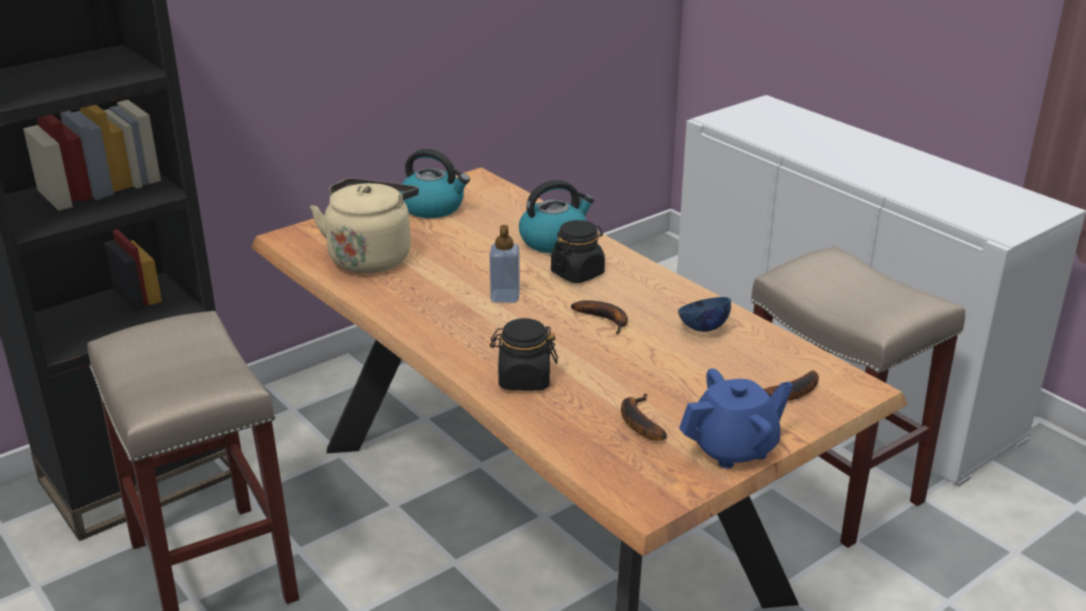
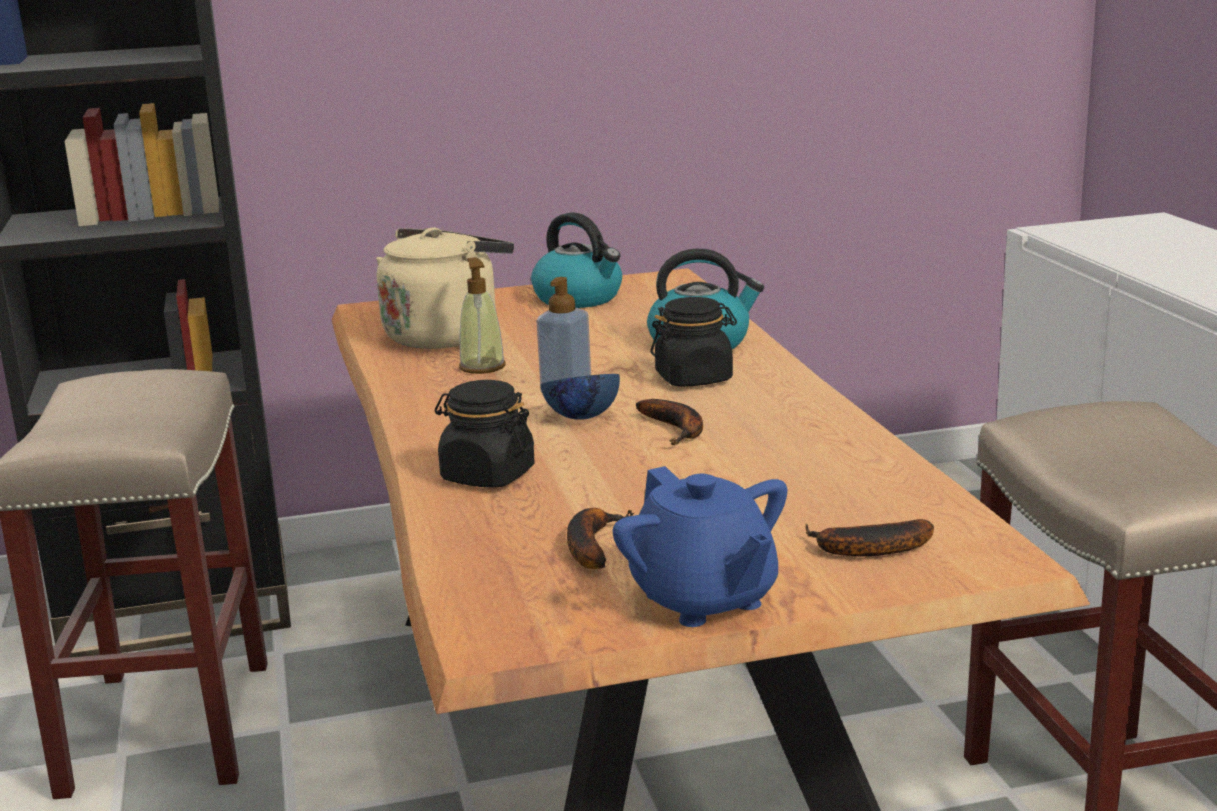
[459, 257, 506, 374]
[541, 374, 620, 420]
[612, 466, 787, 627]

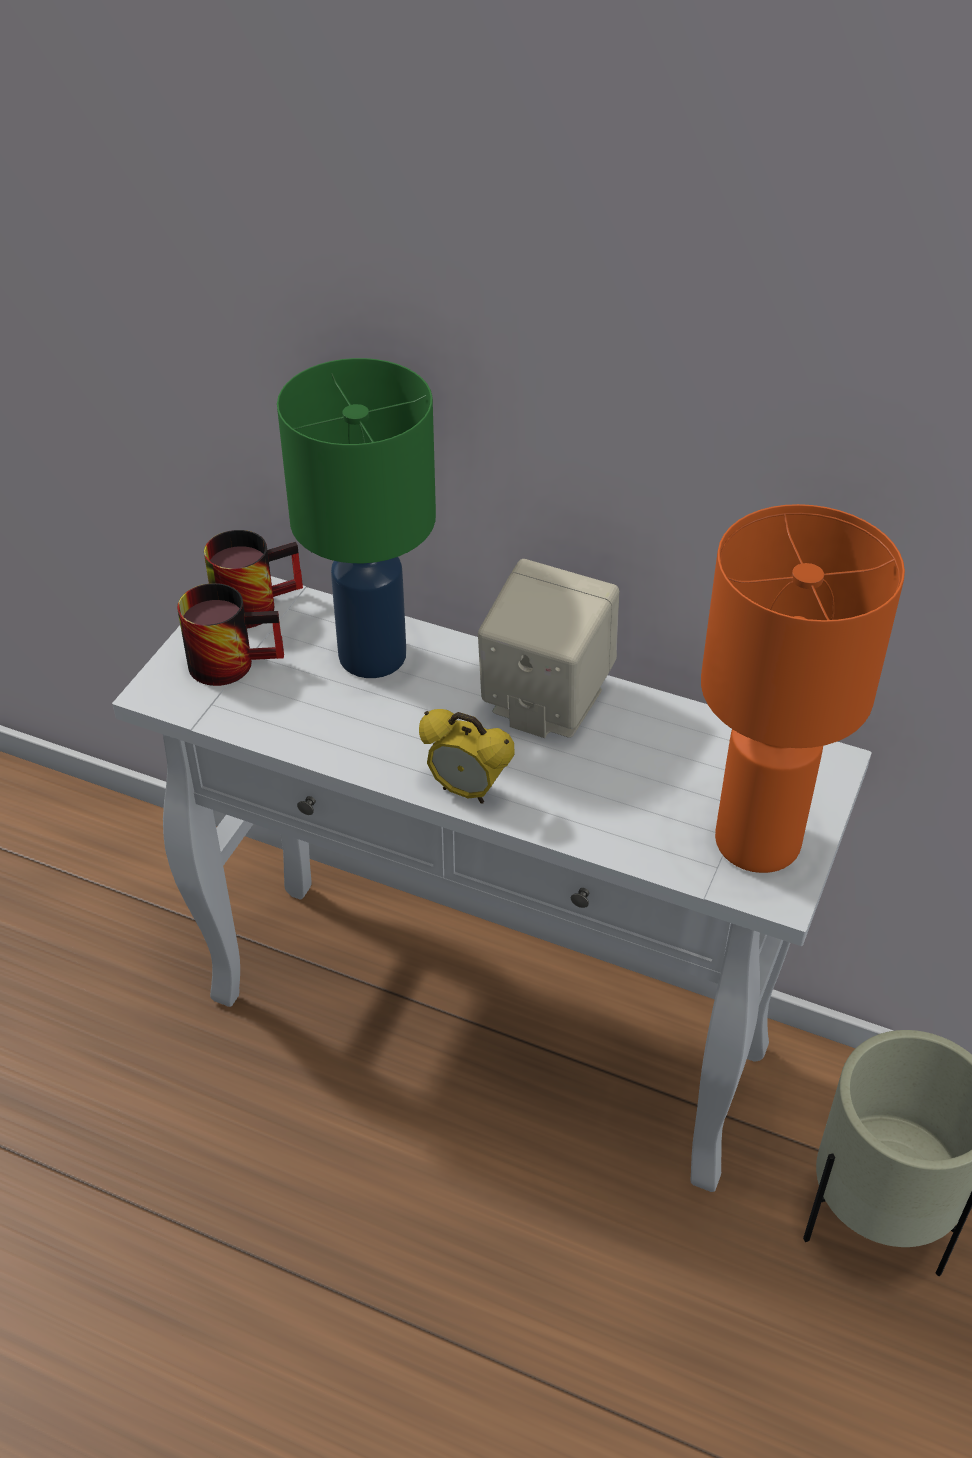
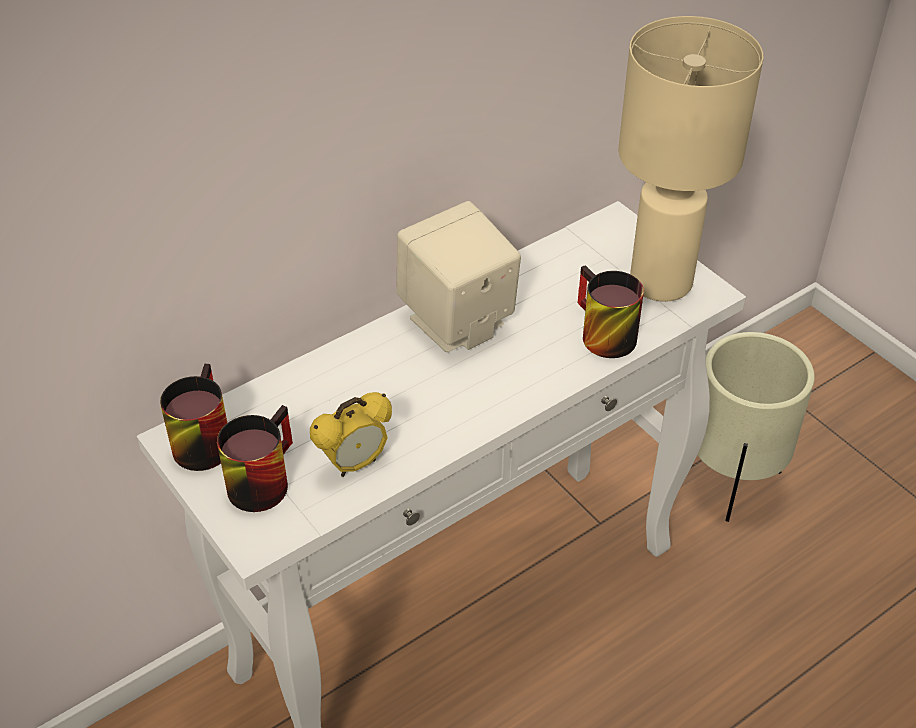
[310, 392, 392, 477]
[578, 265, 644, 358]
[618, 16, 764, 302]
[277, 358, 436, 678] (first image)

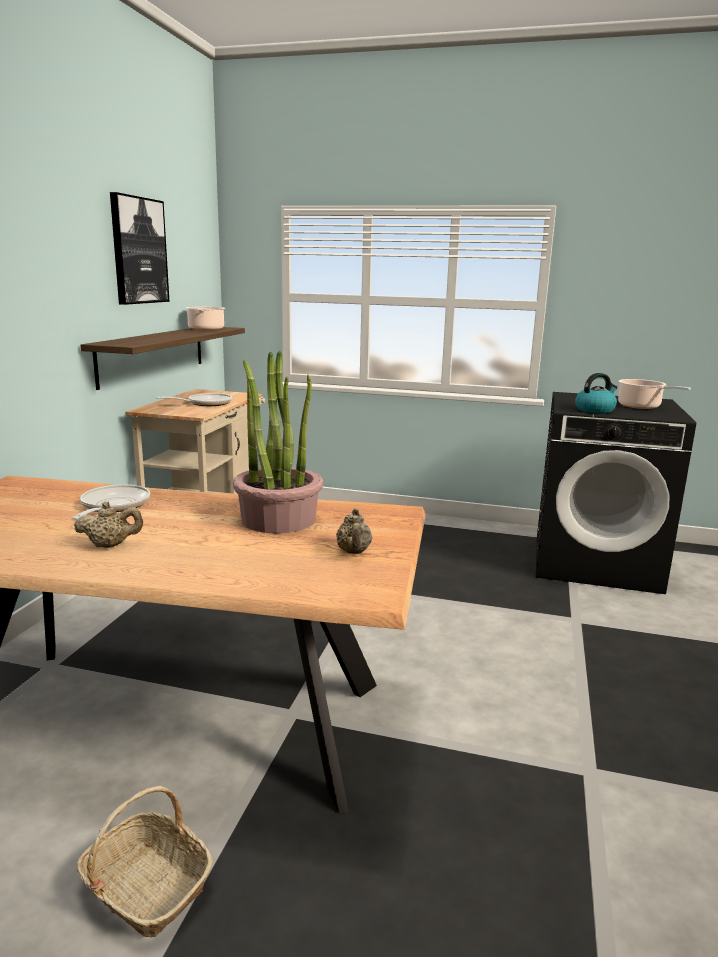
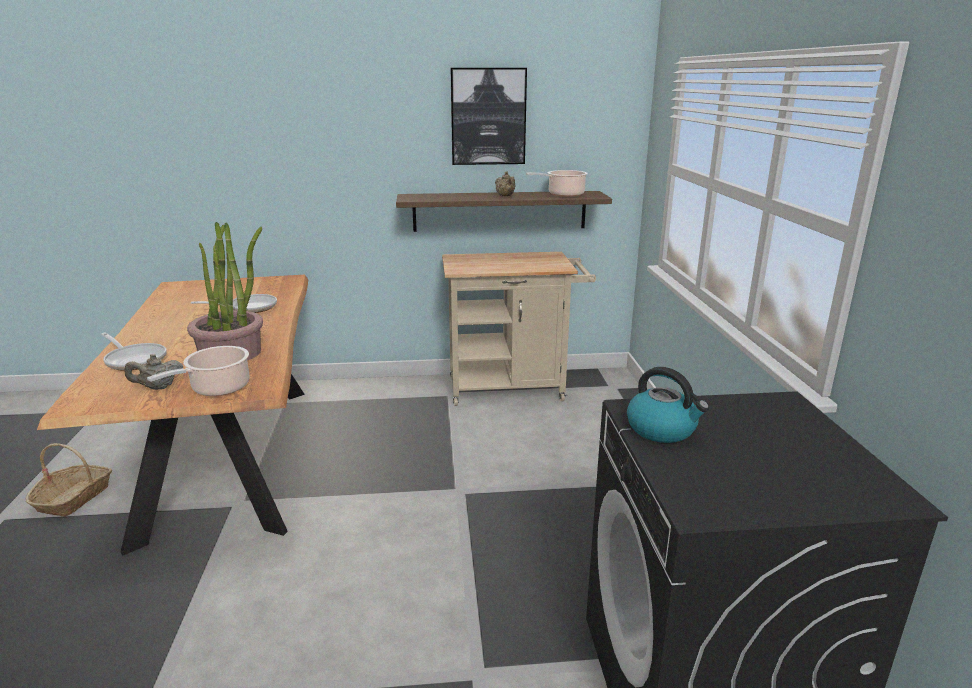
[101, 333, 167, 371]
[147, 346, 250, 396]
[495, 171, 515, 196]

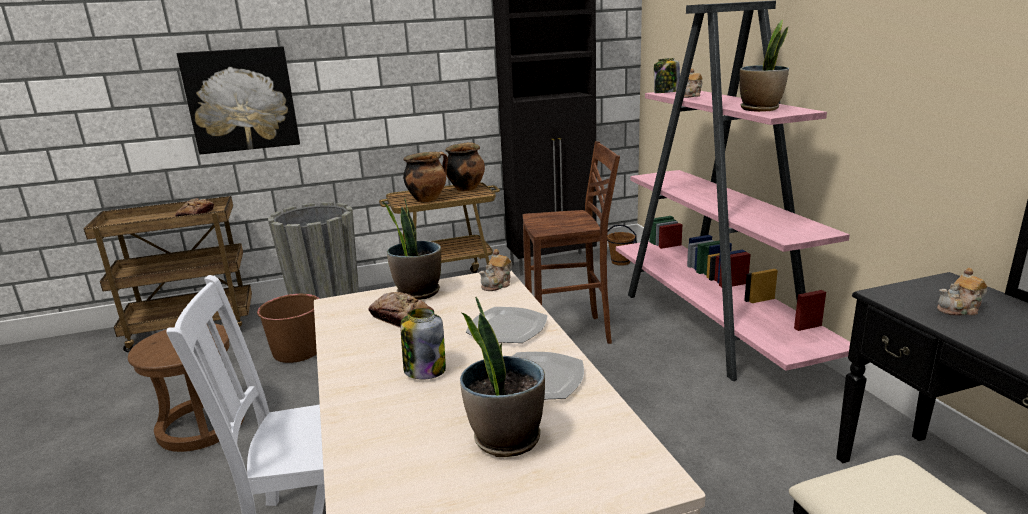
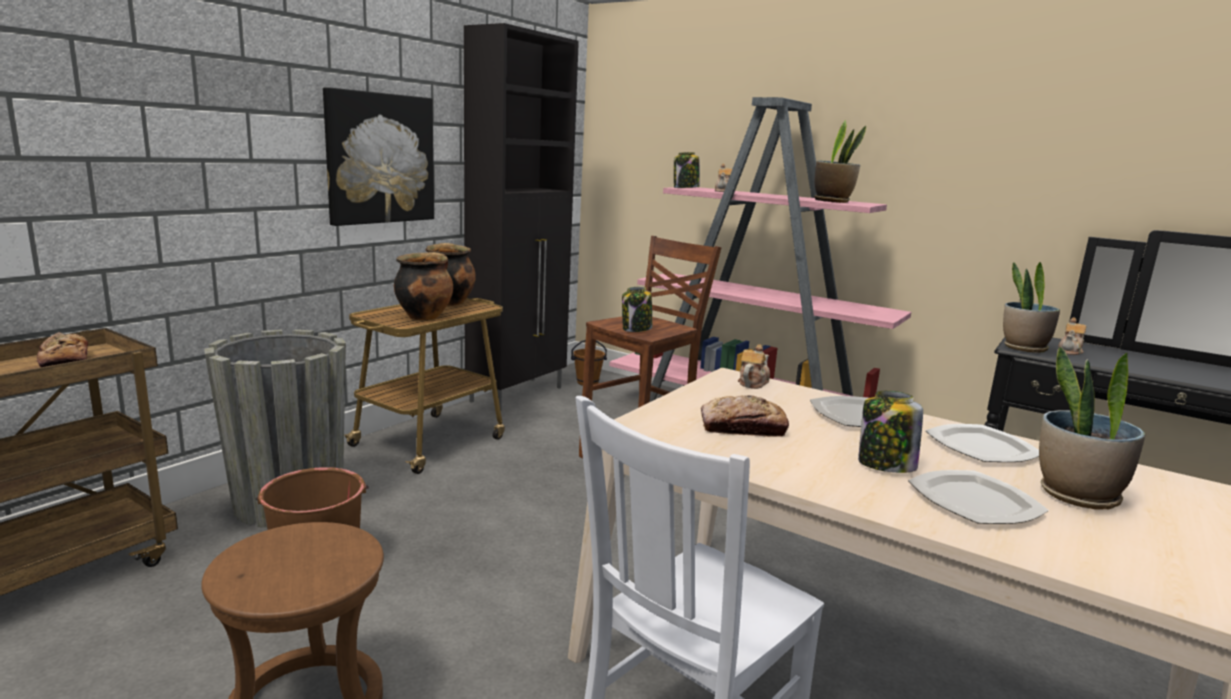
[323, 87, 434, 226]
[622, 287, 652, 332]
[738, 344, 770, 389]
[908, 470, 1049, 524]
[1003, 262, 1060, 353]

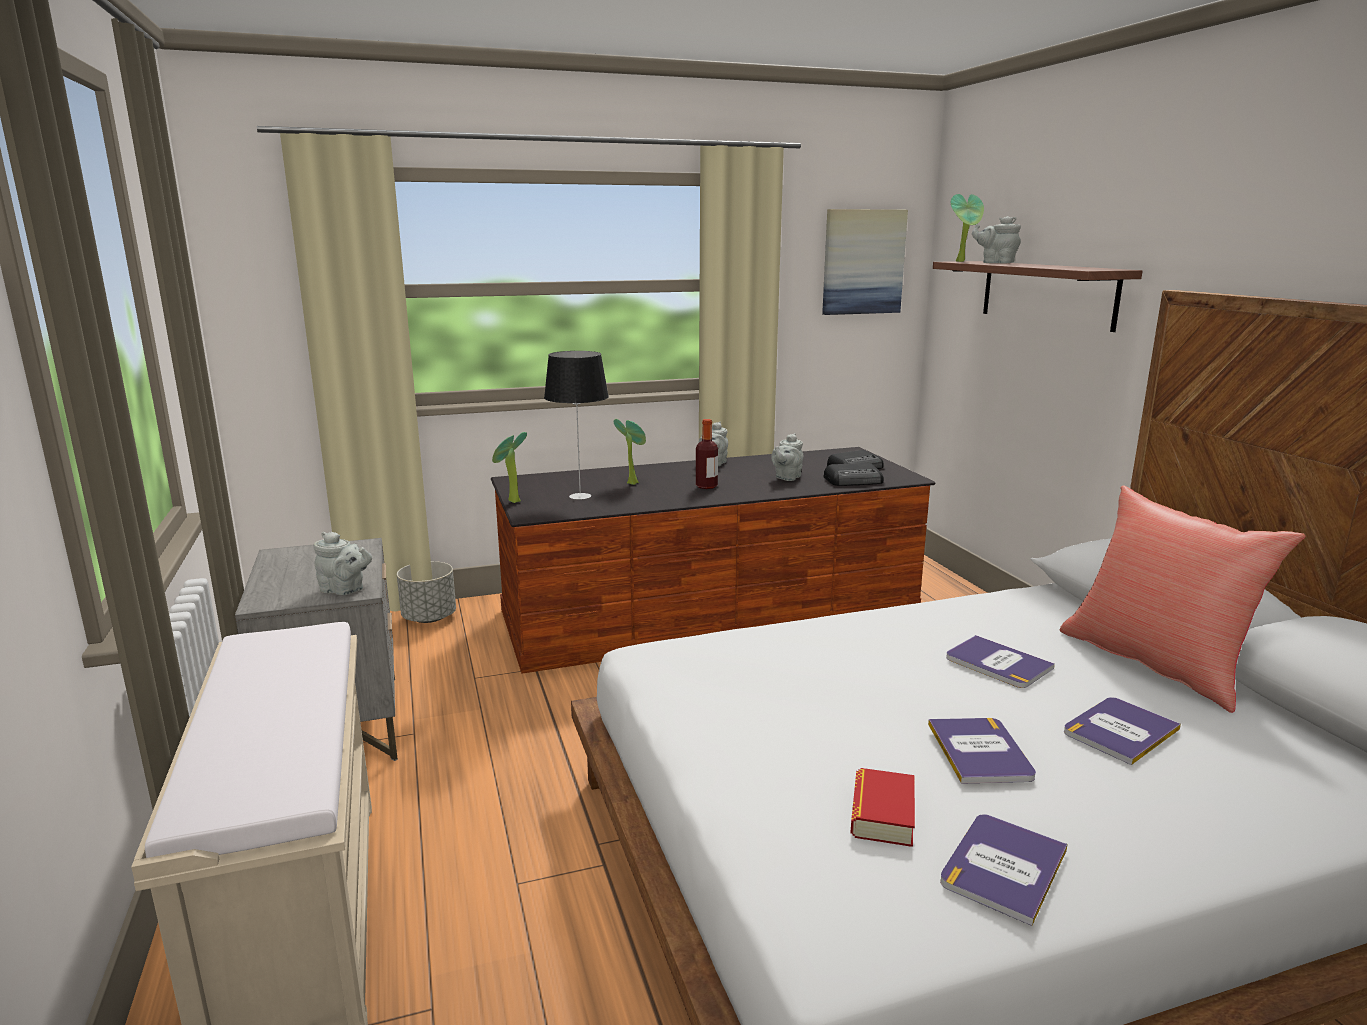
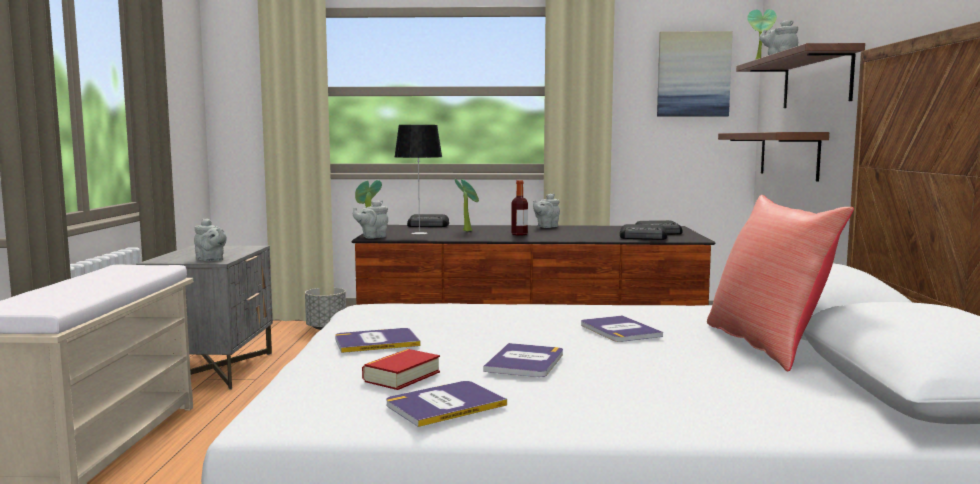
[335, 328, 421, 353]
[353, 200, 388, 239]
[407, 214, 449, 227]
[718, 132, 829, 181]

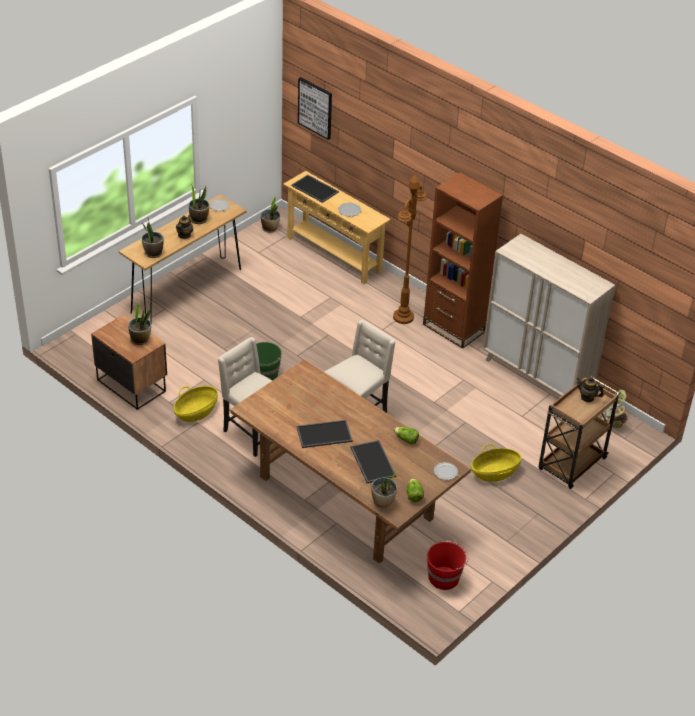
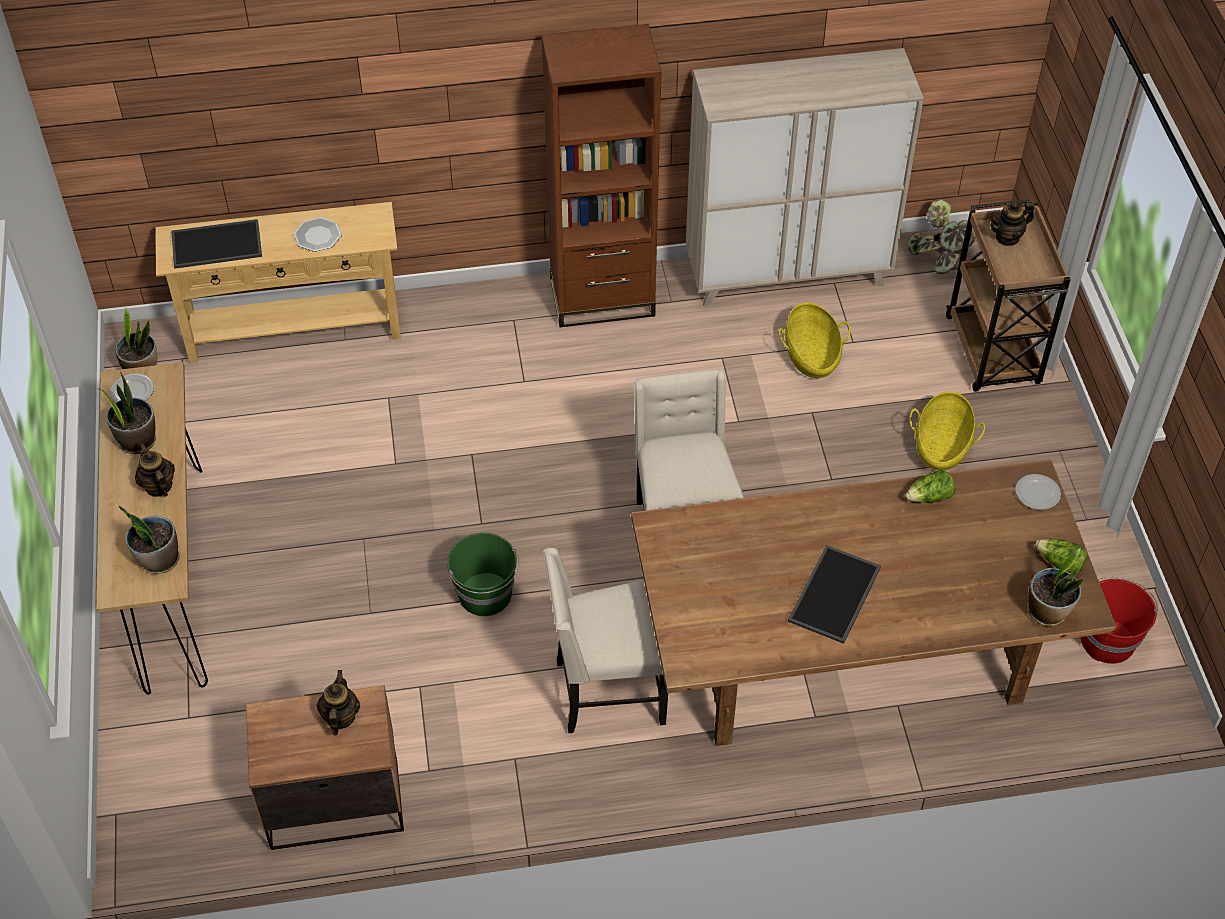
[317, 670, 360, 735]
[779, 302, 851, 378]
[298, 77, 332, 140] (first image)
[350, 440, 396, 483] (first image)
[393, 175, 427, 324] (first image)

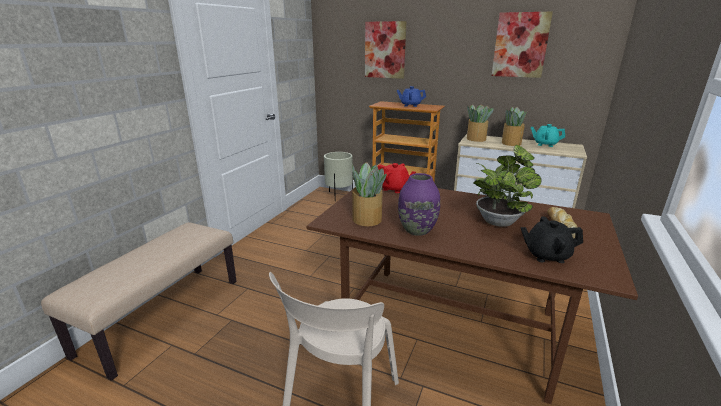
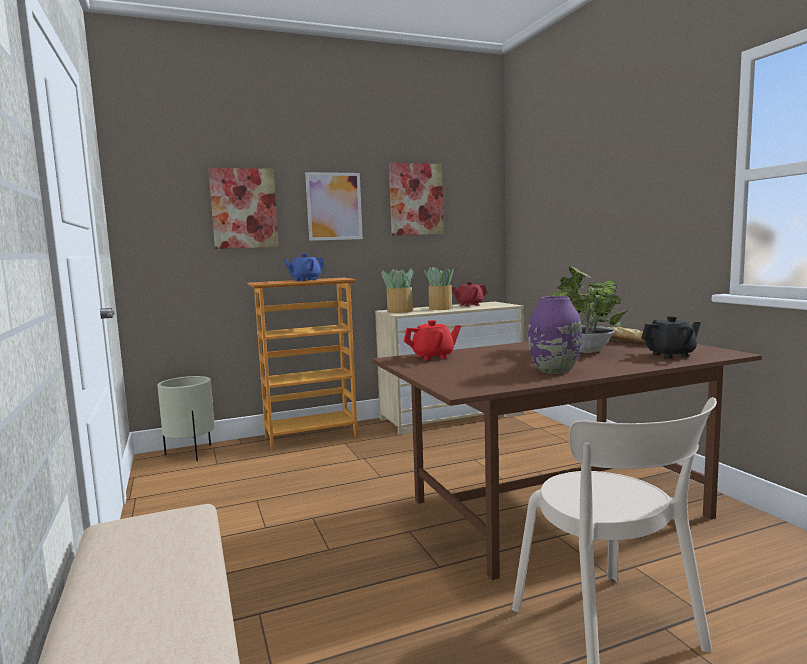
[305, 172, 363, 241]
[452, 282, 487, 306]
[641, 316, 701, 359]
[352, 162, 387, 226] (first image)

